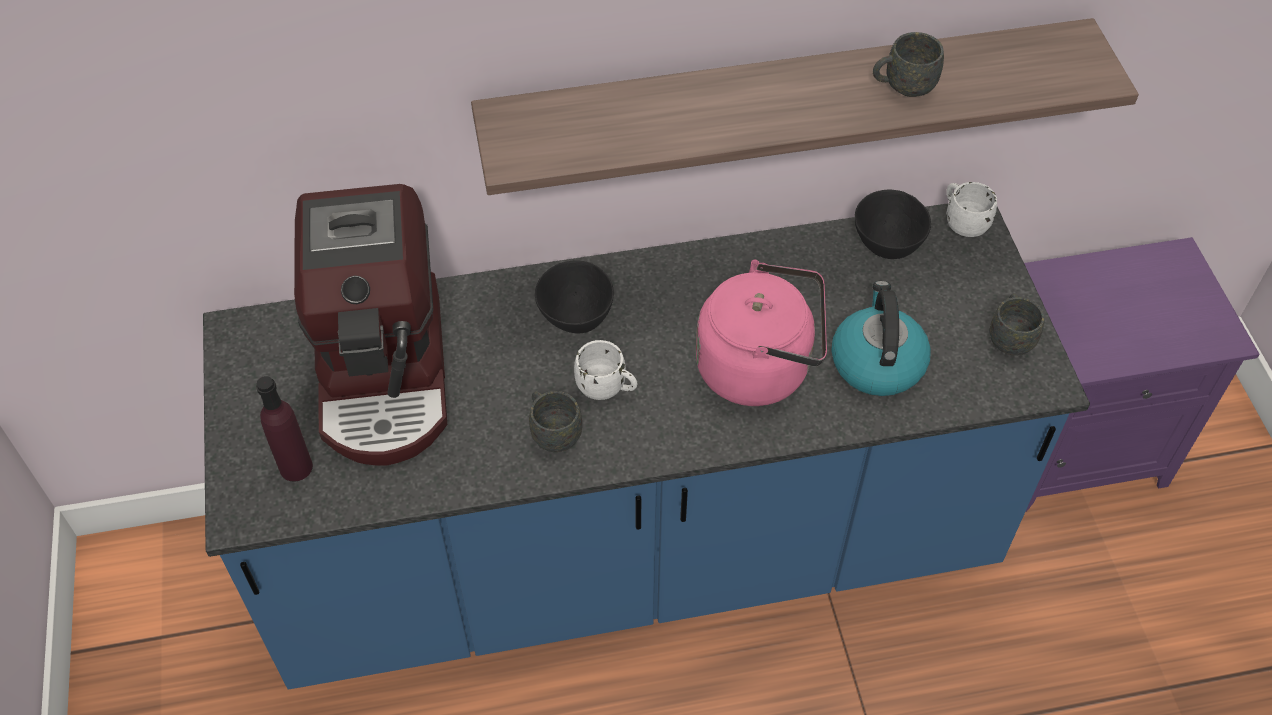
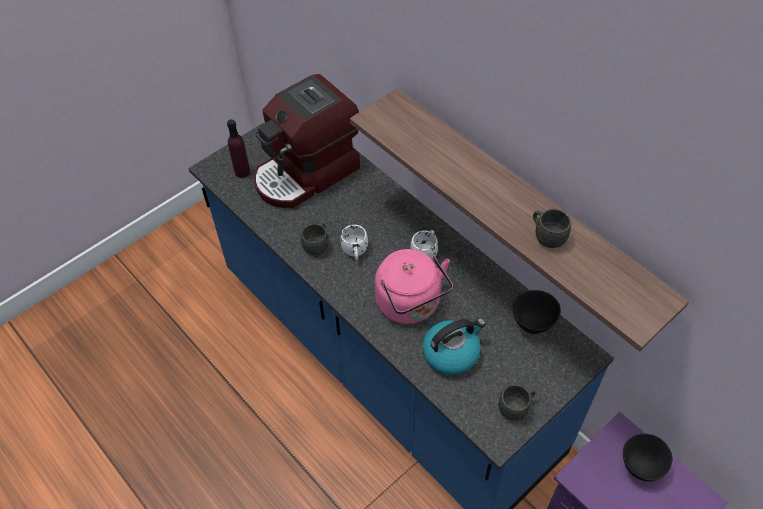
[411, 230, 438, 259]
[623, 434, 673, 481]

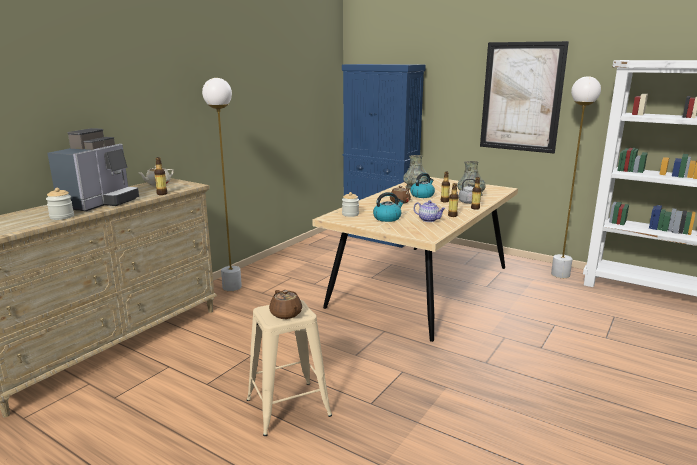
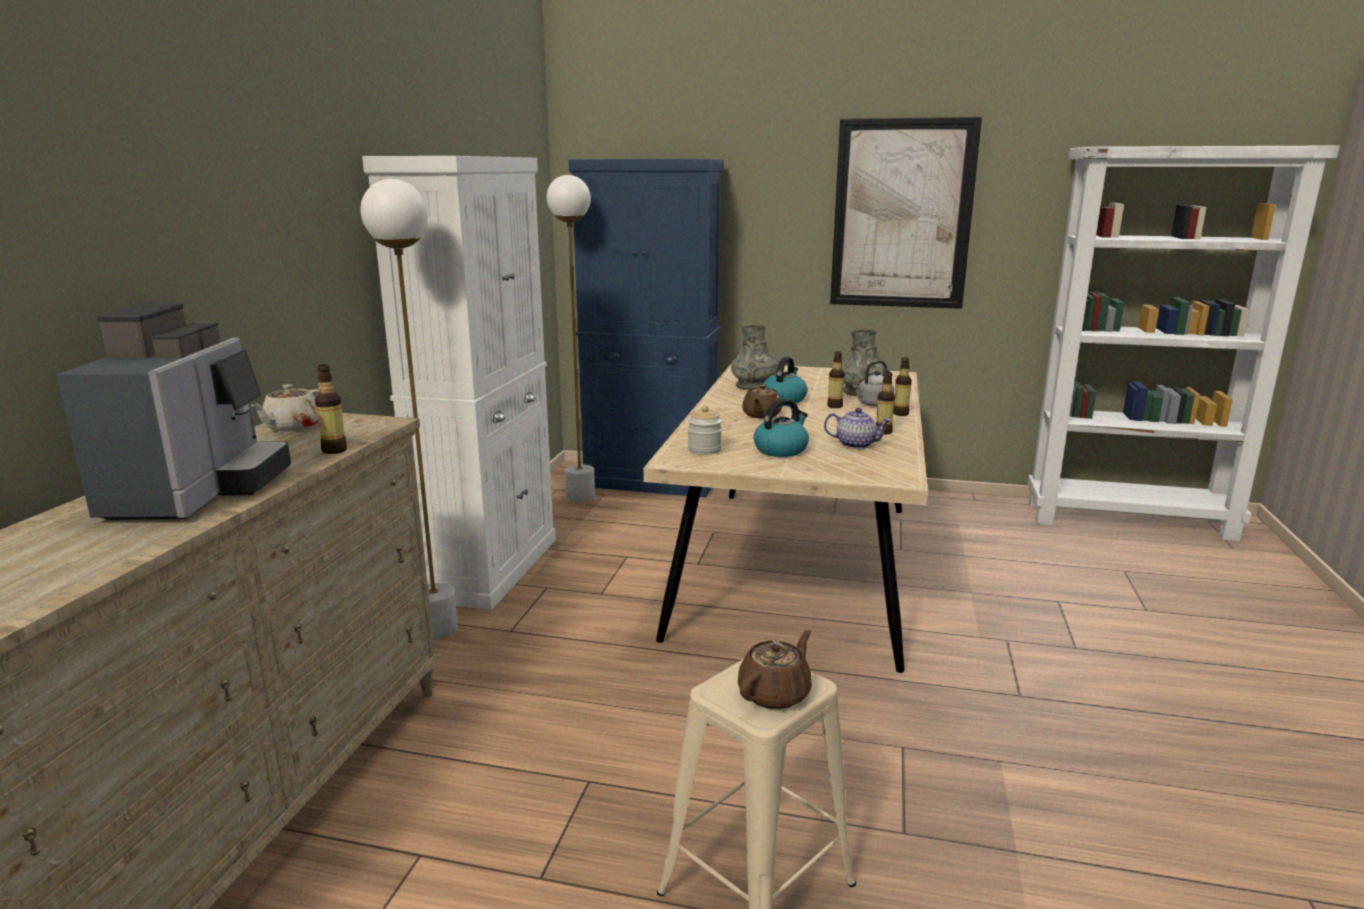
[362, 156, 556, 610]
[547, 175, 595, 502]
[738, 630, 812, 709]
[46, 188, 74, 220] (first image)

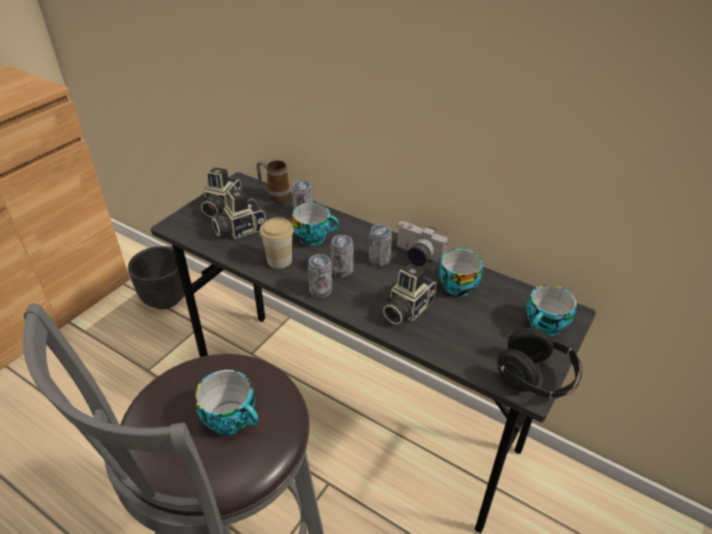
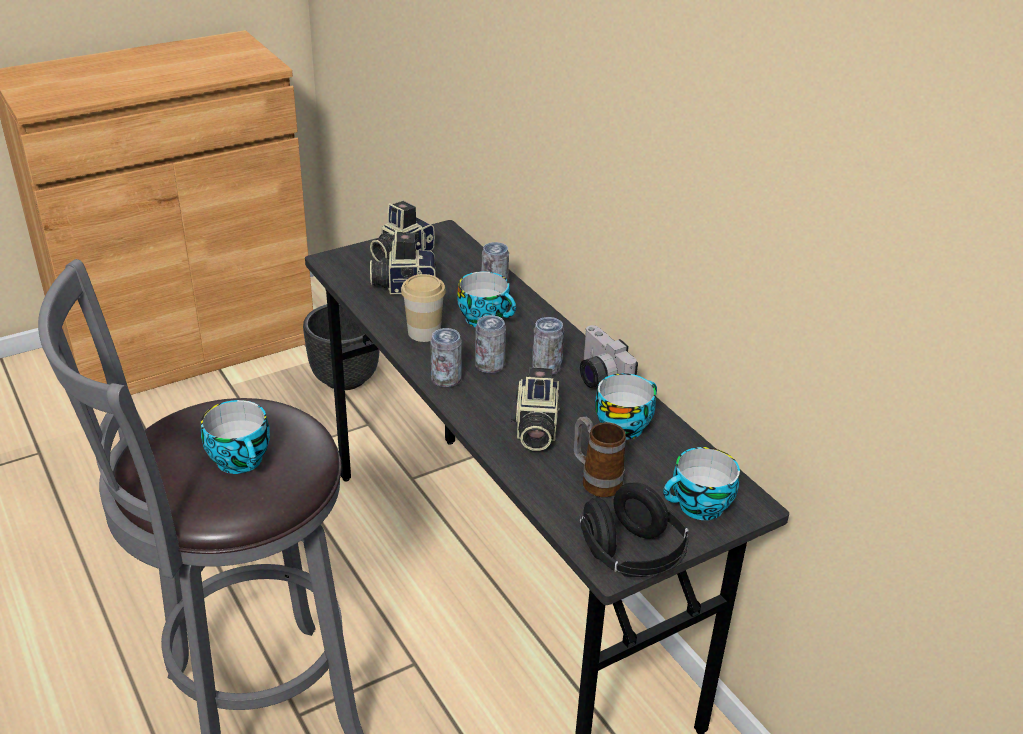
[511, 367, 559, 451]
[574, 416, 626, 497]

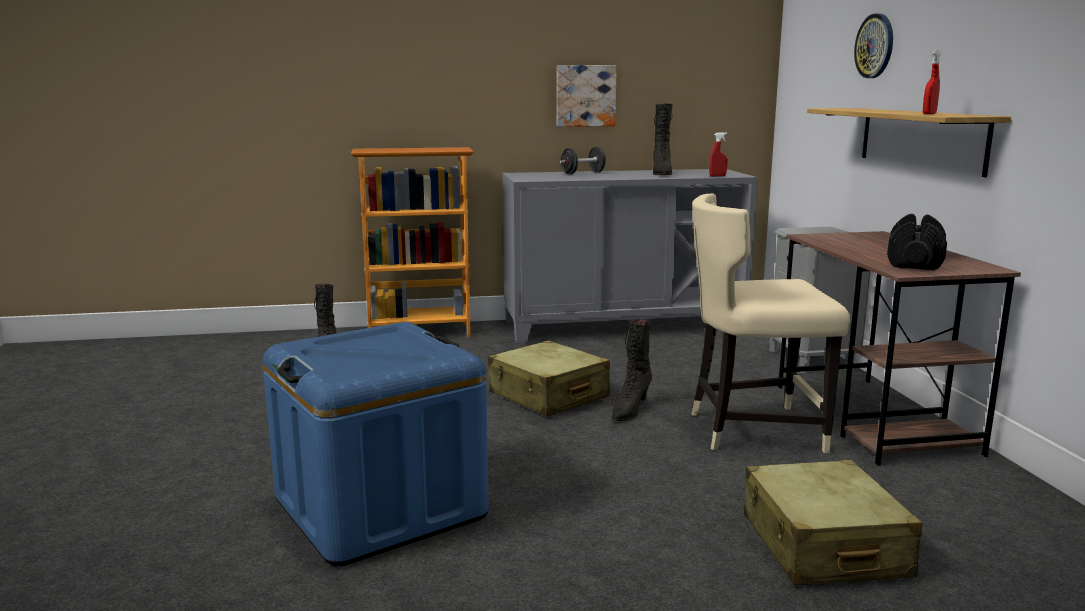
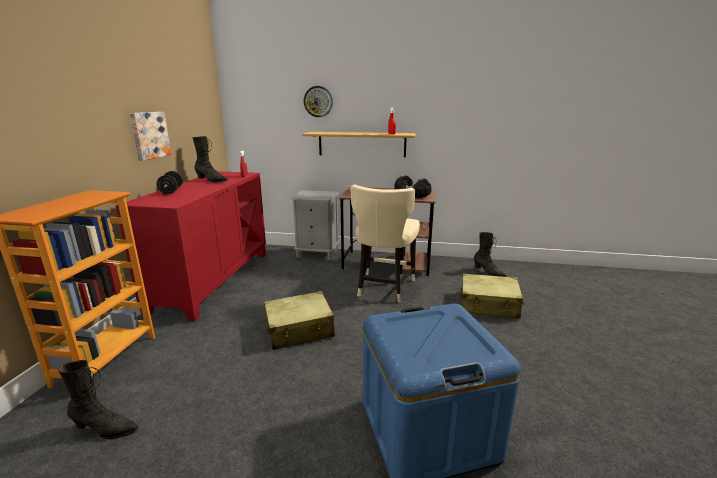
[115, 171, 266, 321]
[474, 232, 506, 277]

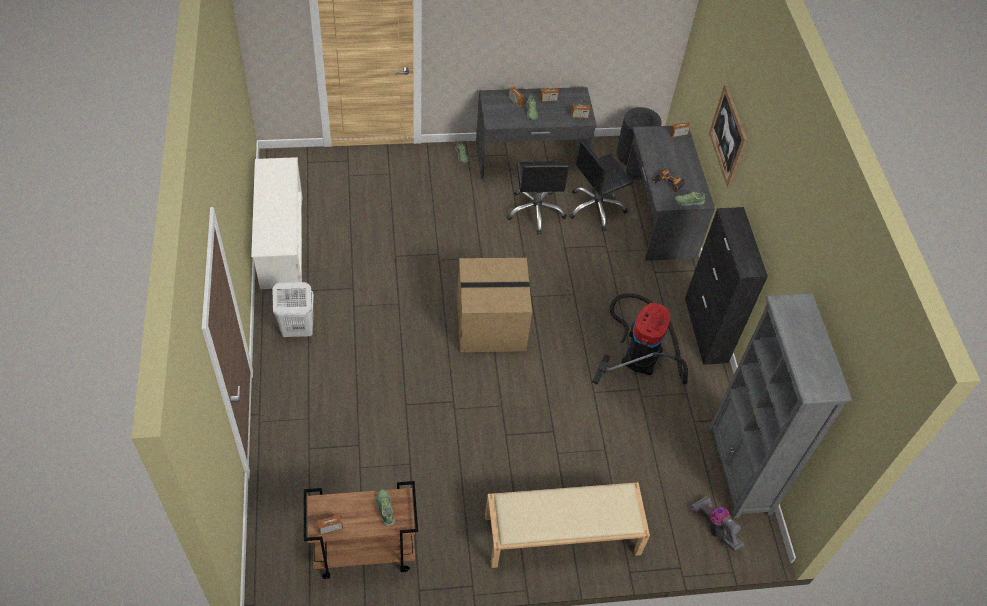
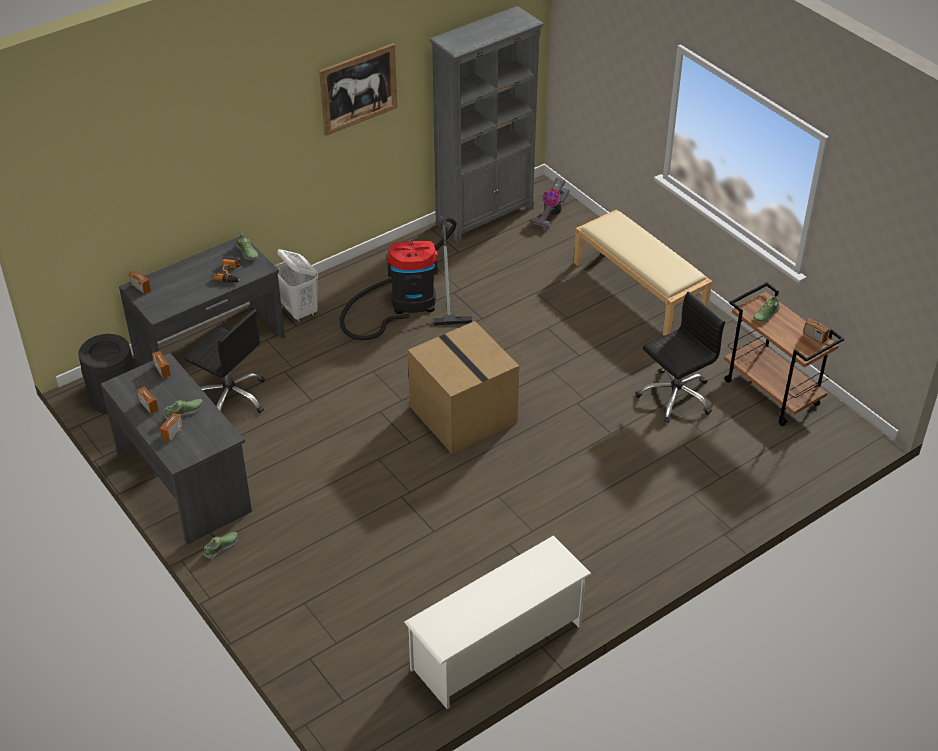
[275, 249, 318, 322]
[319, 43, 398, 136]
[636, 291, 725, 423]
[685, 207, 768, 365] (first image)

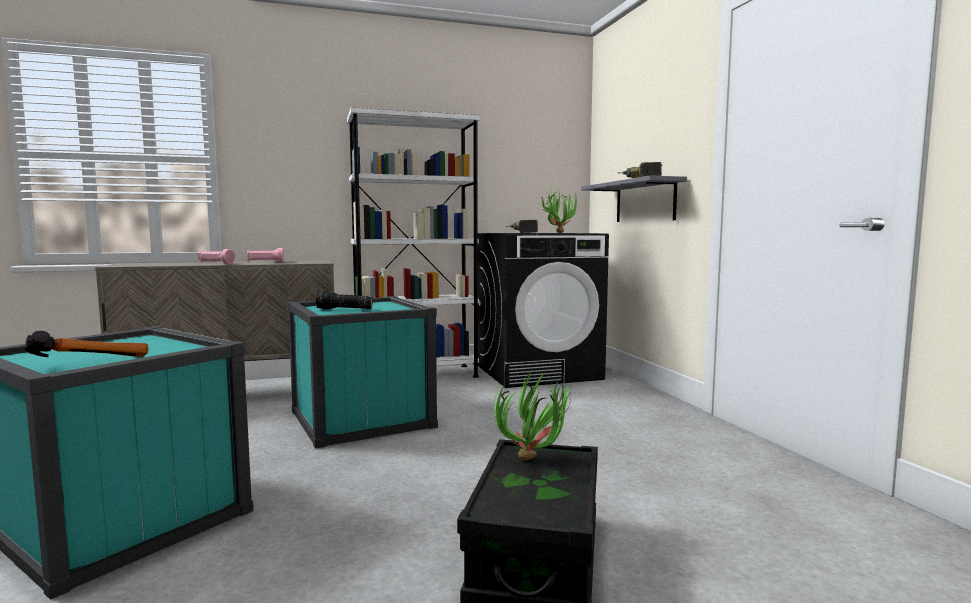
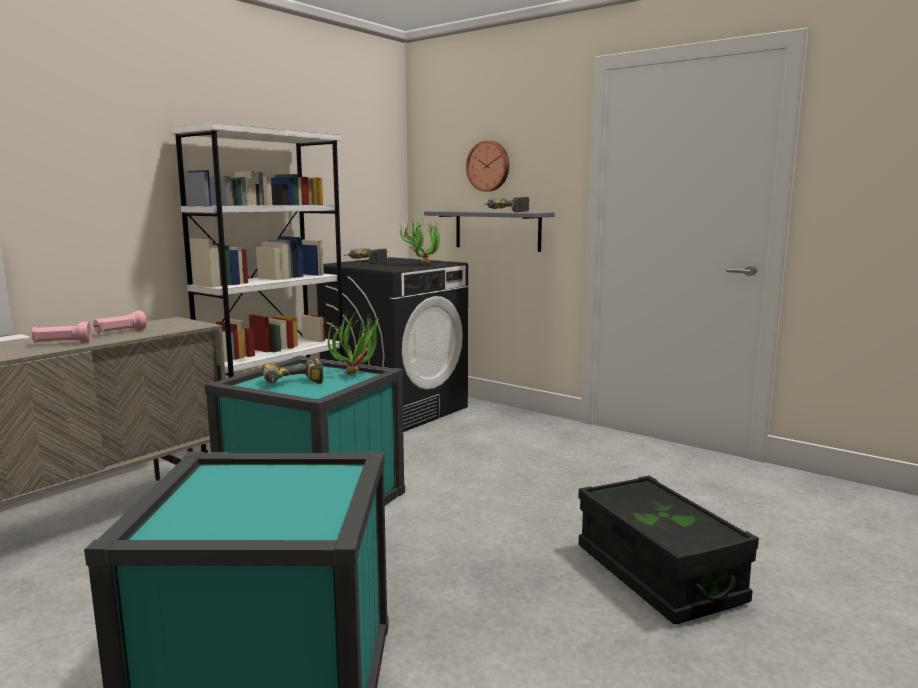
[262, 358, 323, 384]
[328, 308, 380, 375]
[466, 140, 509, 192]
[25, 331, 148, 357] (first image)

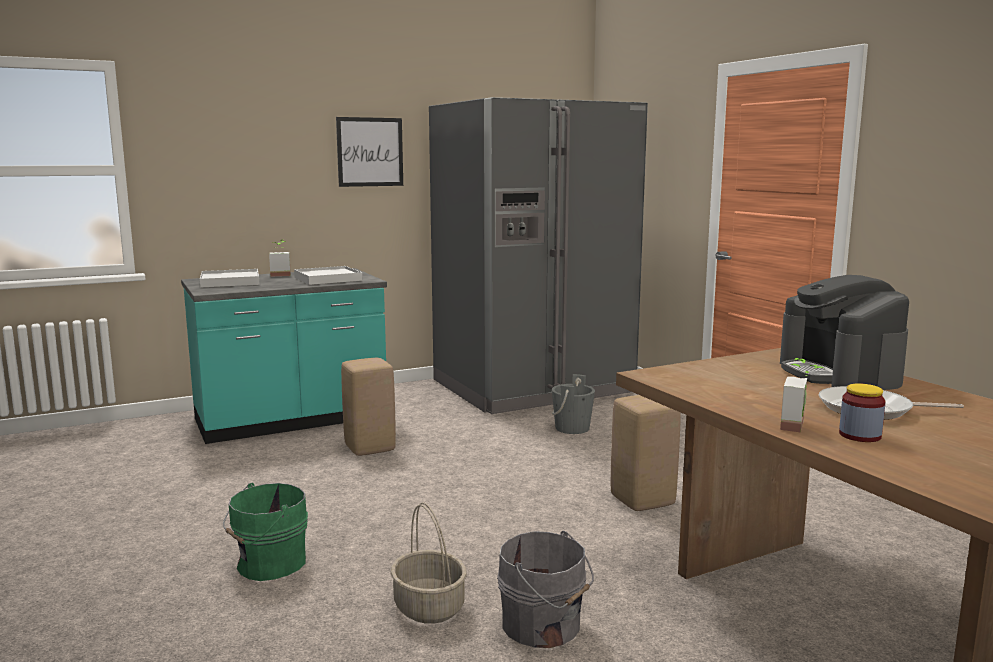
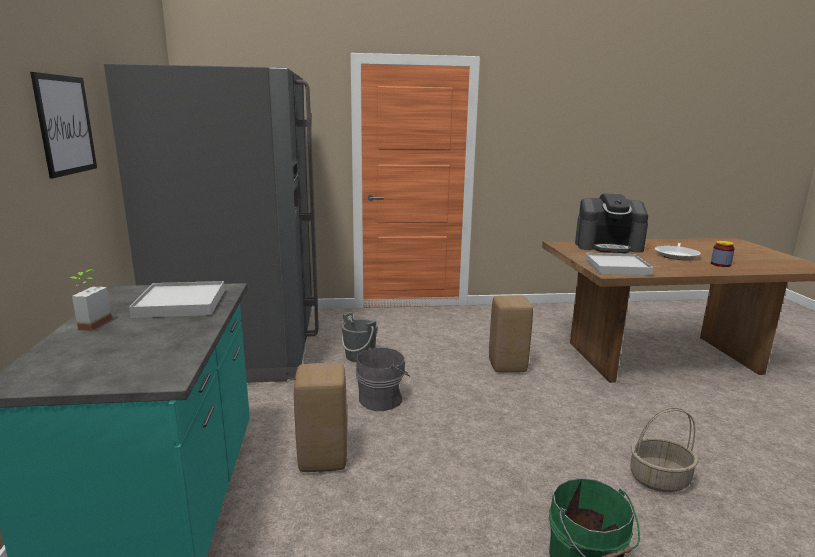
[356, 347, 410, 411]
[585, 253, 654, 275]
[780, 358, 824, 432] (first image)

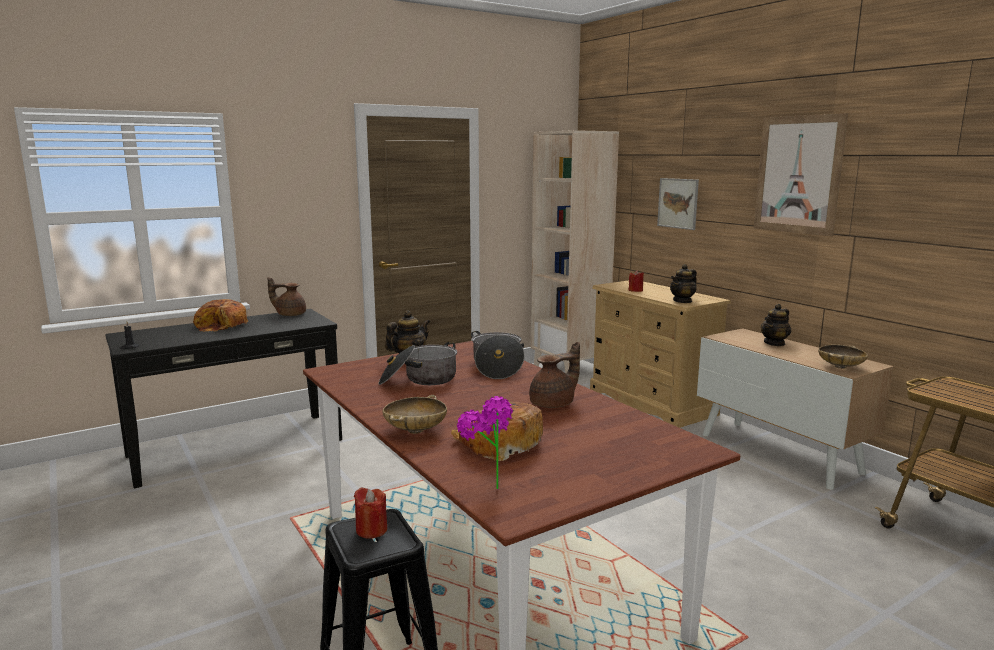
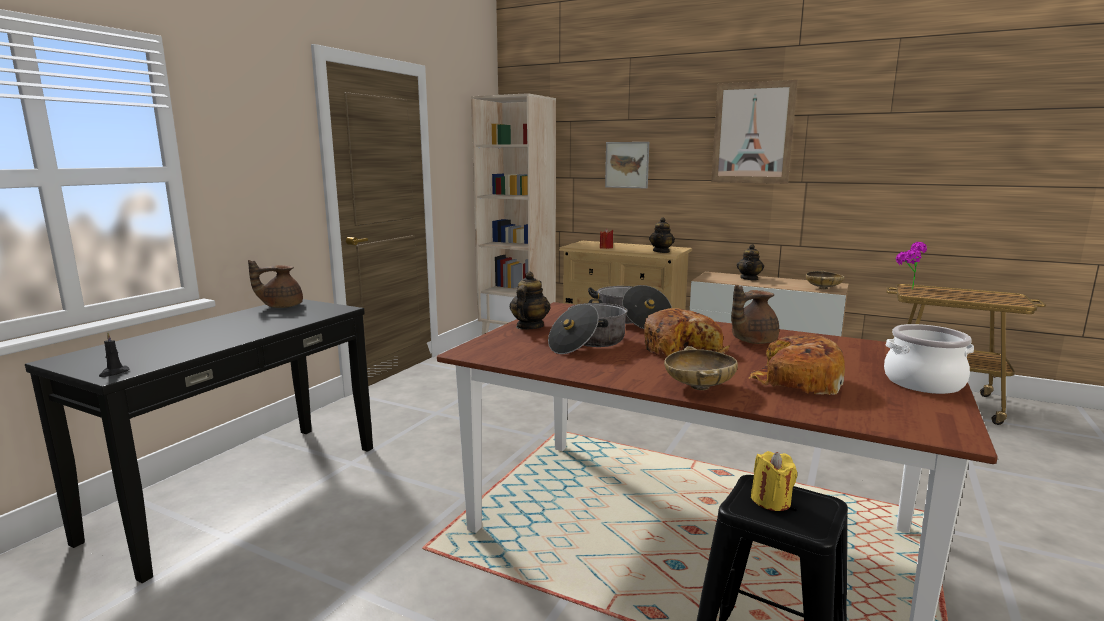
[644, 308, 730, 356]
[731, 285, 779, 344]
[751, 451, 797, 511]
[884, 324, 974, 394]
[896, 242, 927, 289]

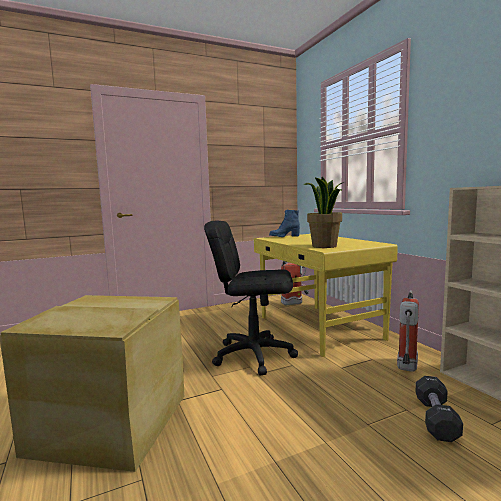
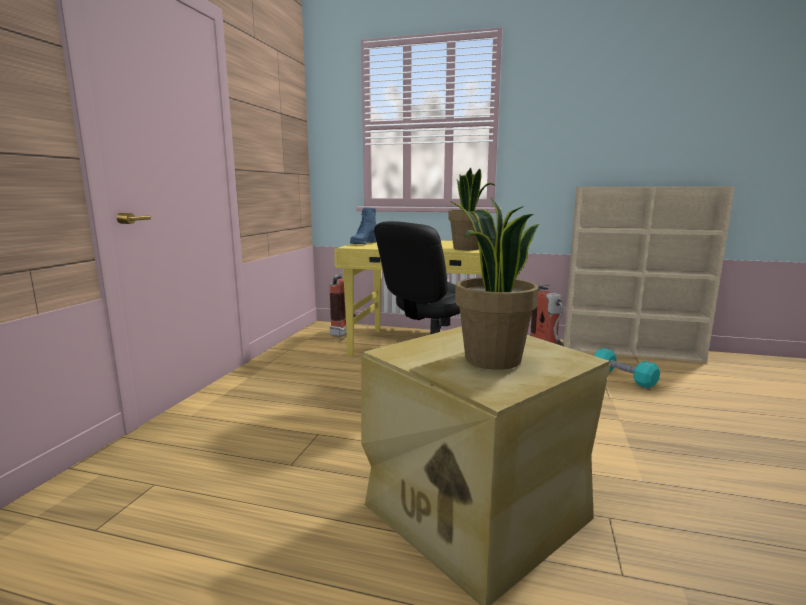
[450, 197, 539, 370]
[594, 348, 660, 389]

